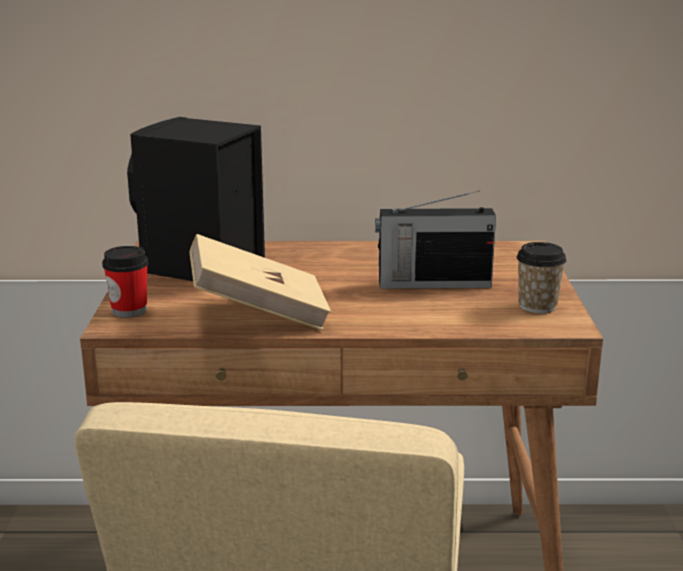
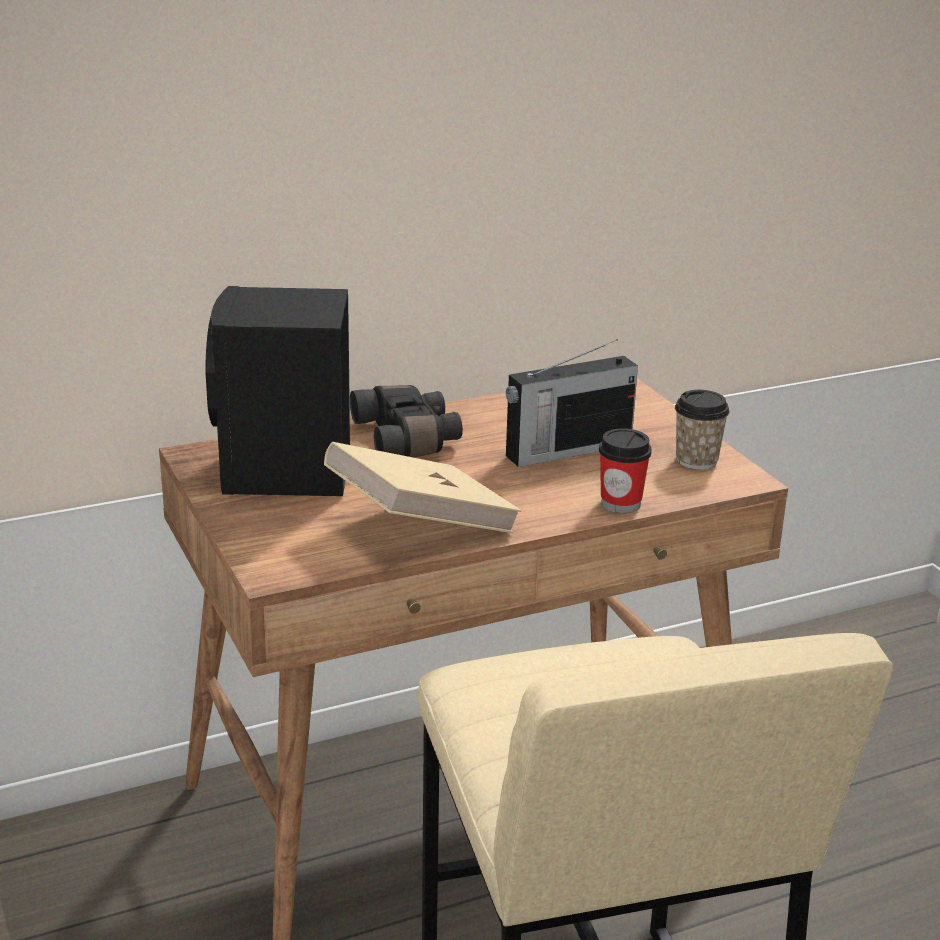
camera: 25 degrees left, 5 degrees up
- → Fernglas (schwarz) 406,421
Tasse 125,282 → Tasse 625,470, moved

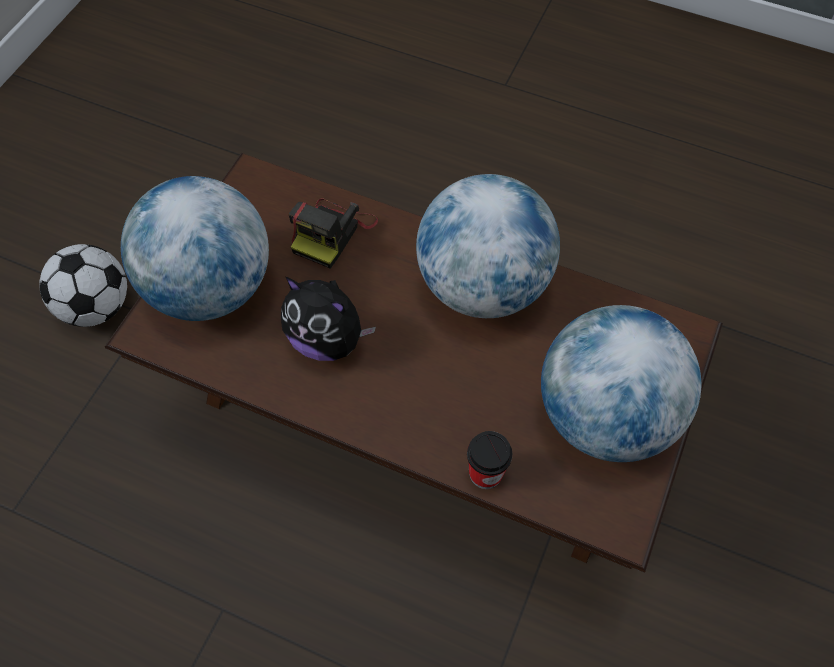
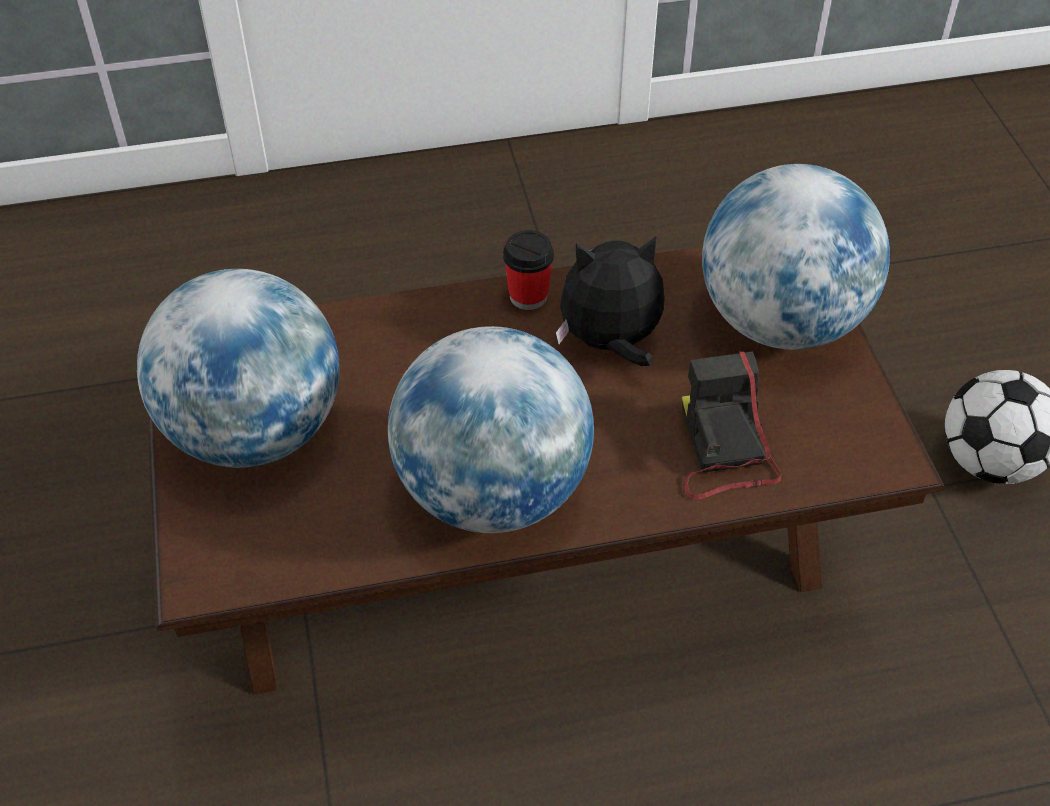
camera: 145 degrees right, 10 degrees down
Tasse 490,460 → Tasse 528,270, moved

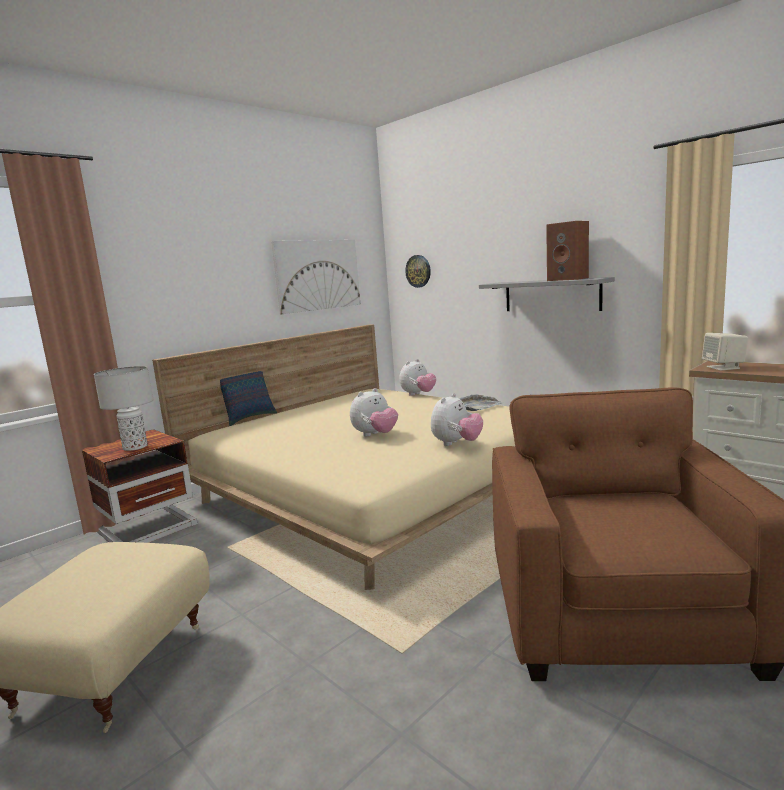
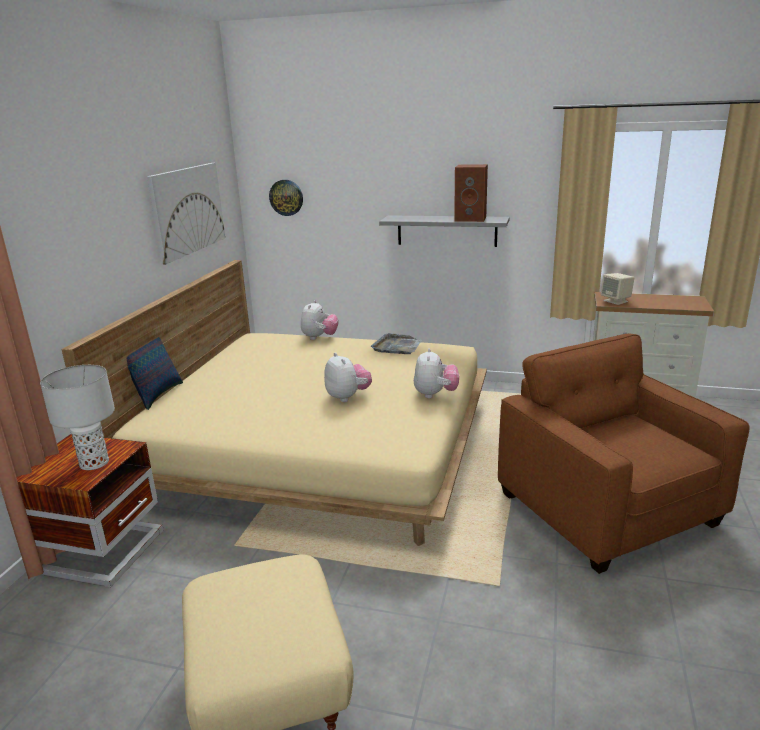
camera: 30 degrees left, 10 degrees up
Plüschtier 374,412 → Plüschtier 348,377, 45 degrees counterclockwise

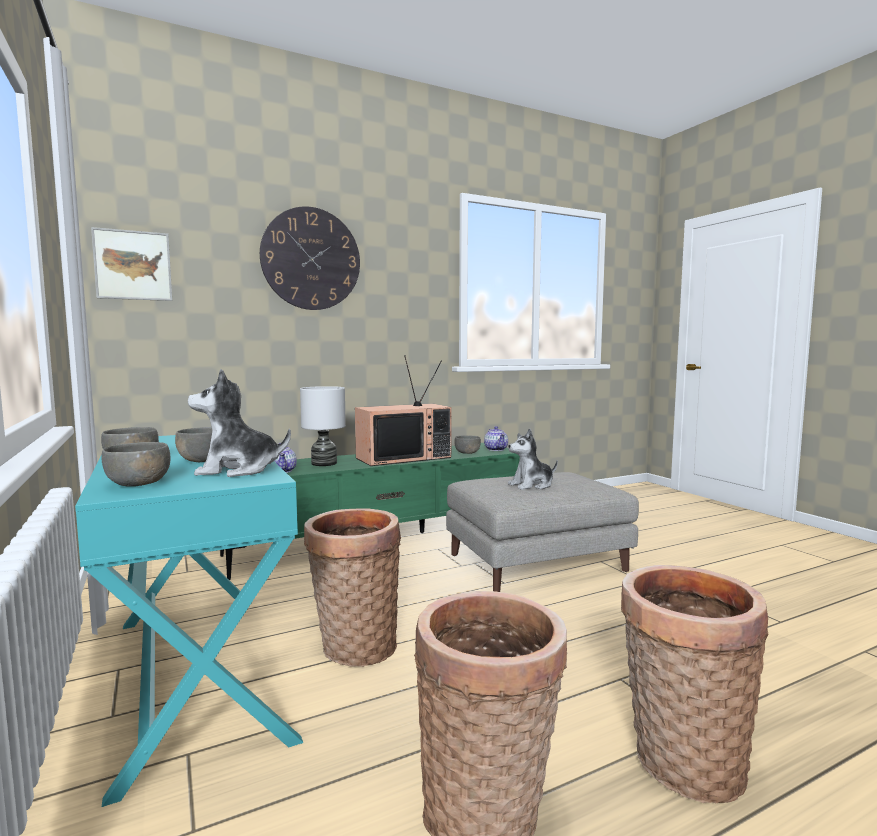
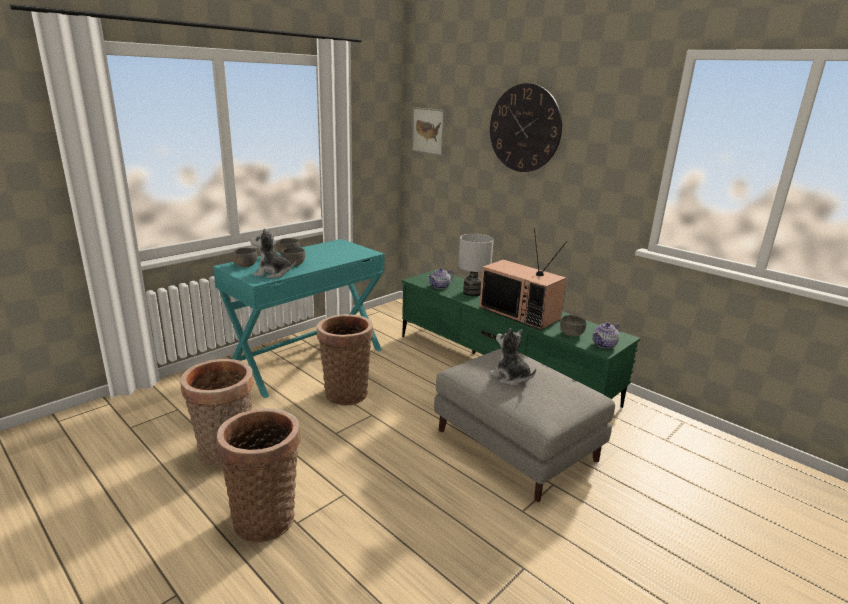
camera: 70 degrees right, 15 degrees up
Plüschtier 239,423 → Plüschtier 273,253, 60 degrees counterclockwise

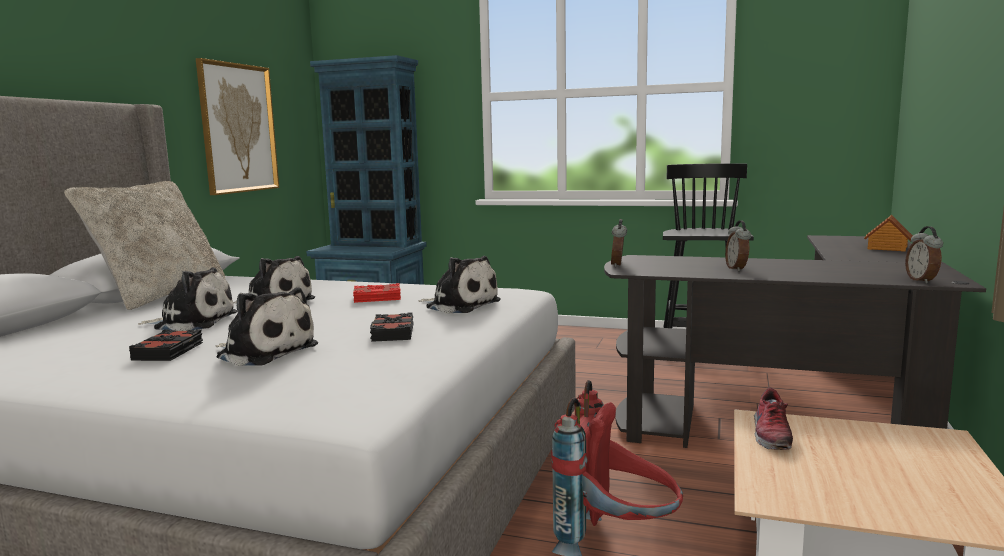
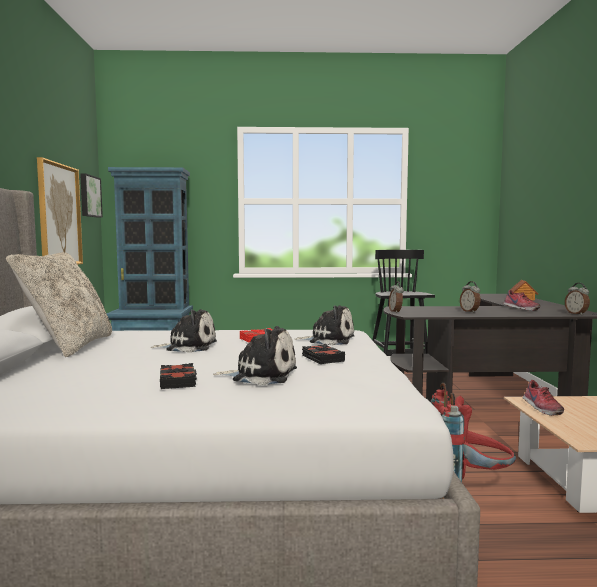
camera: 20 degrees left, 5 degrees down
Plüschtier 187,299 → -
- → Bild 91,195
- → Schuh 521,300

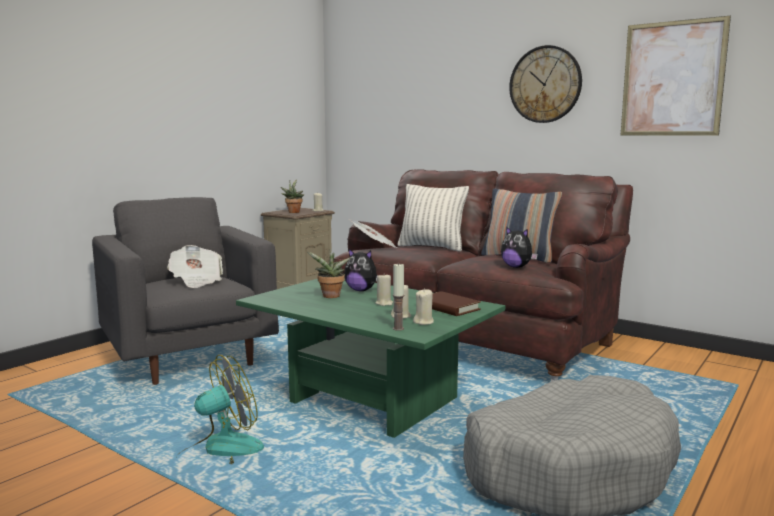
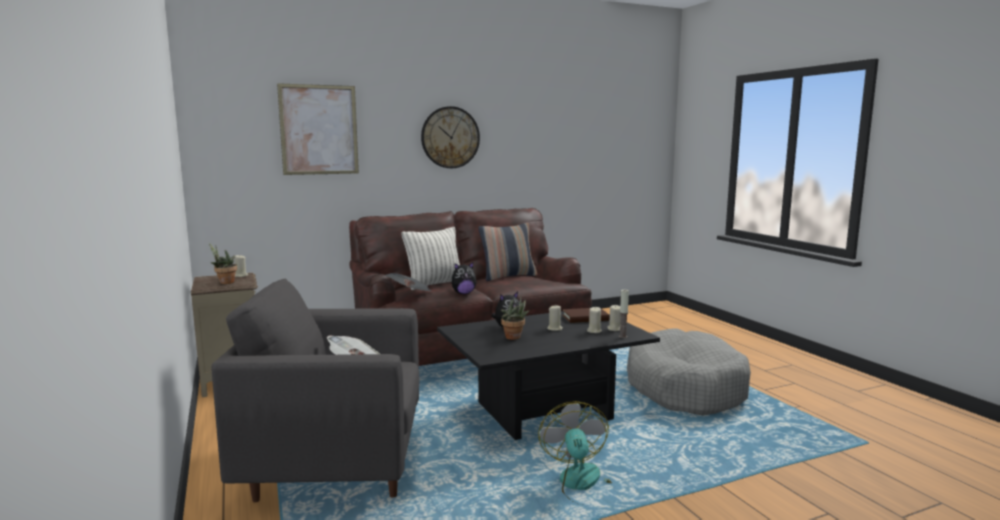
camera: 60 degrees left, 0 degrees up
Plüschtier 519,247 → Plüschtier 464,278, moved
Bild 676,76 → Bild 318,129, moved
Couchtisch (grün) 370,358 → Couchtisch (schwarz) 548,375

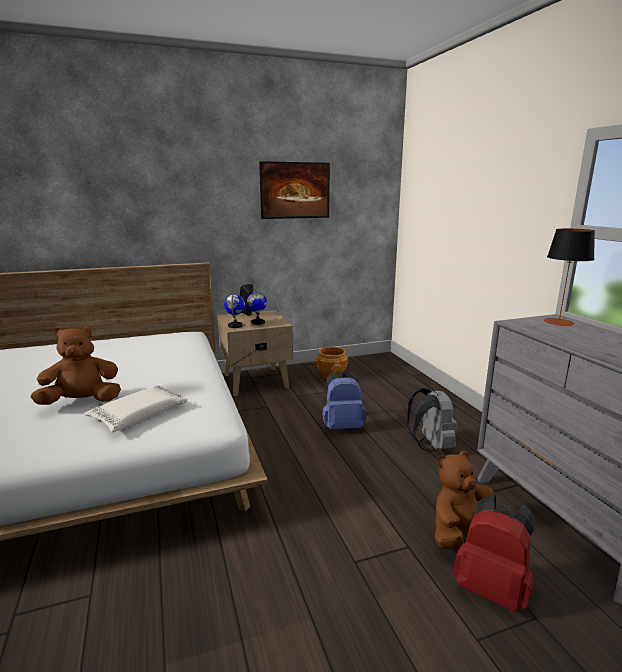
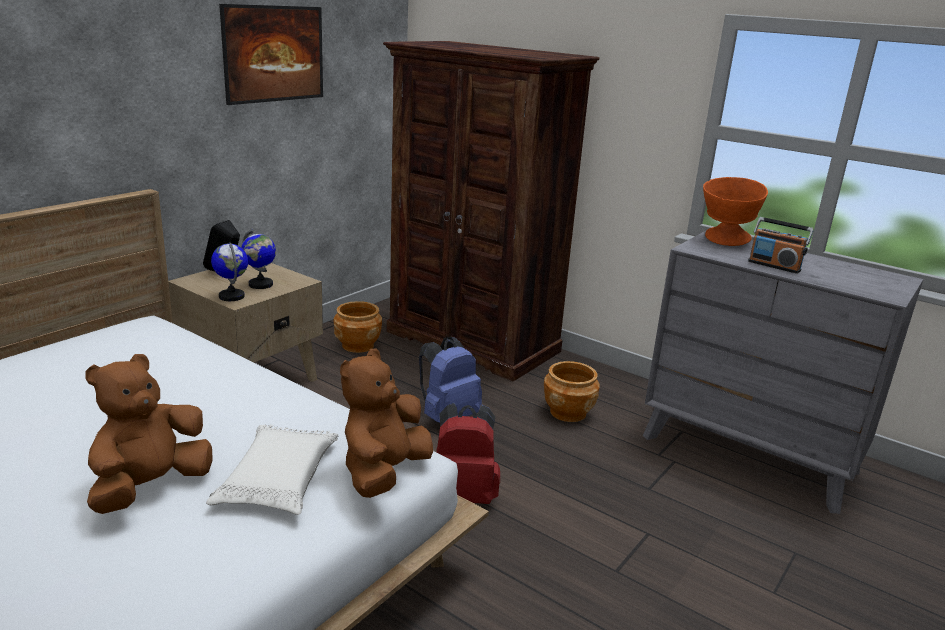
camera: 35 degrees left, 5 degrees up
- → Kleiderschrank (braun) 491,211
- → Radio 781,245
Plüschtier (braun) 464,500 → Plüschtier (braun) 386,423, moved
Rucksack (rot) 494,553 → Rucksack (rot) 468,453, moved
Rucksack (grau) 432,419 → Pflanzkübel (braun) 572,391
Tischlampe 569,277 → Schüssel (orange) 735,211

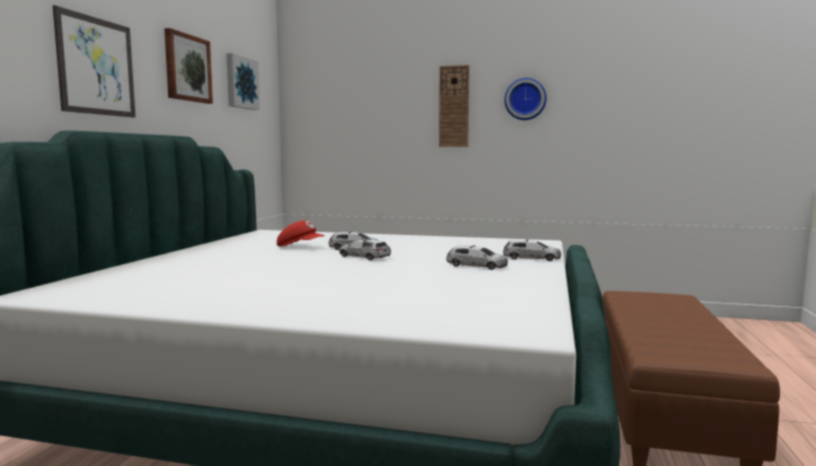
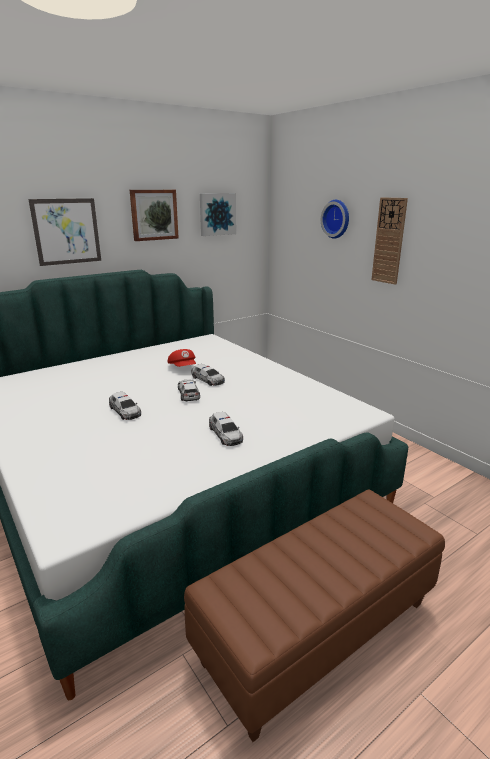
camera: 40 degrees right, 15 degrees up
Spielzeugauto 532,250 → Spielzeugauto 125,406, moved
Wanduhr 525,99 → Wanduhr 335,219, moved

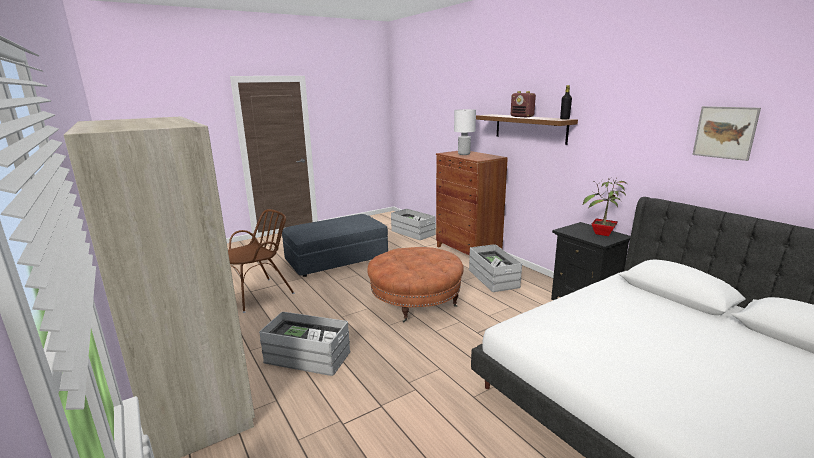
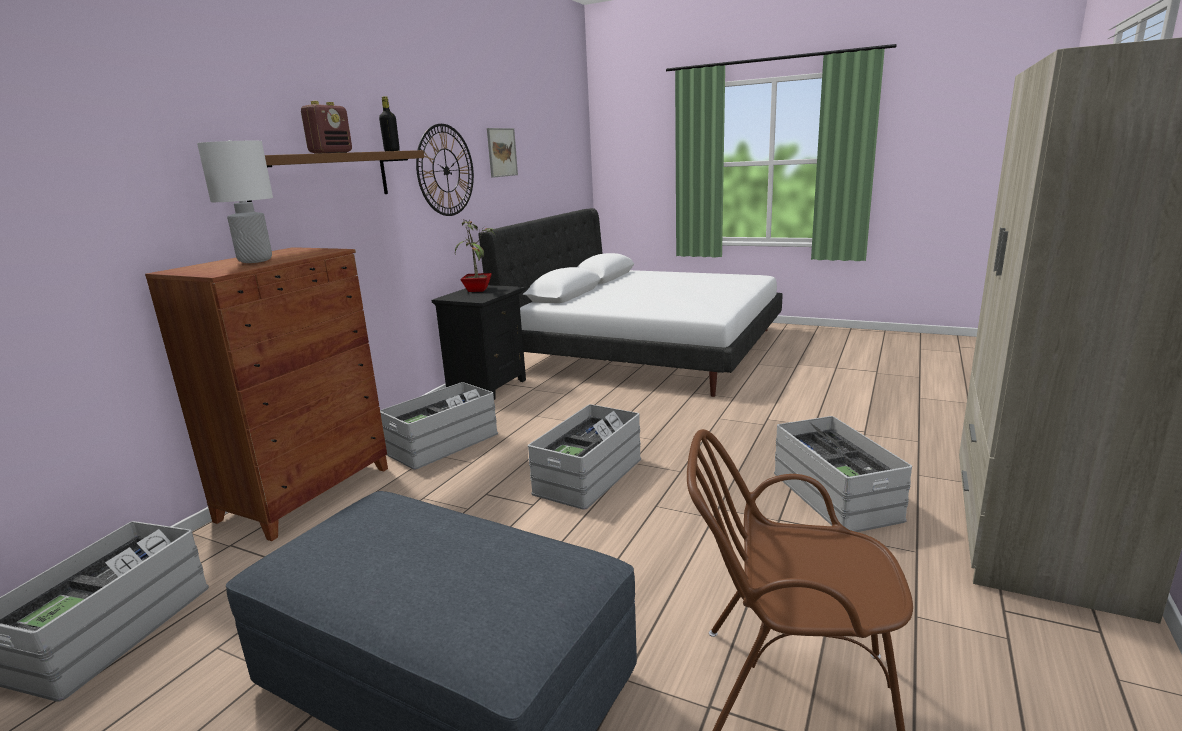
camera: 120 degrees left, 0 degrees up
- → Wanduhr 445,170
Polsterhocker (braun) 415,284 → Aufbewahrungsbox (grau) 584,457

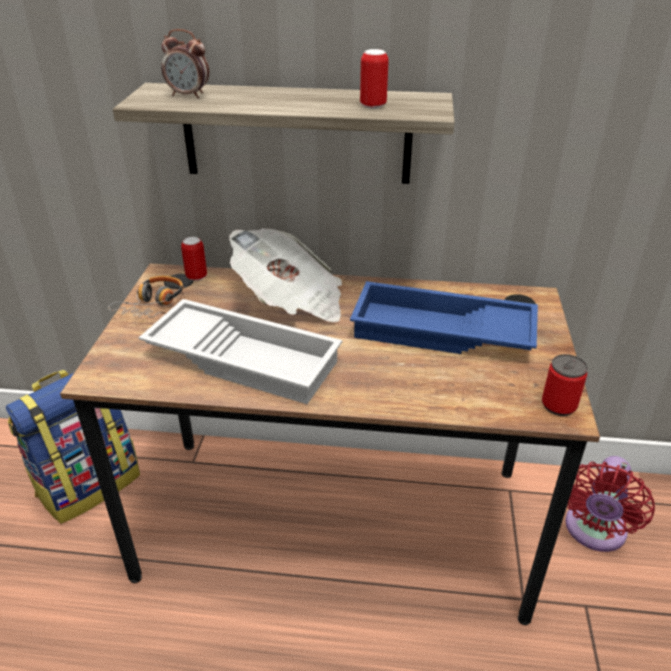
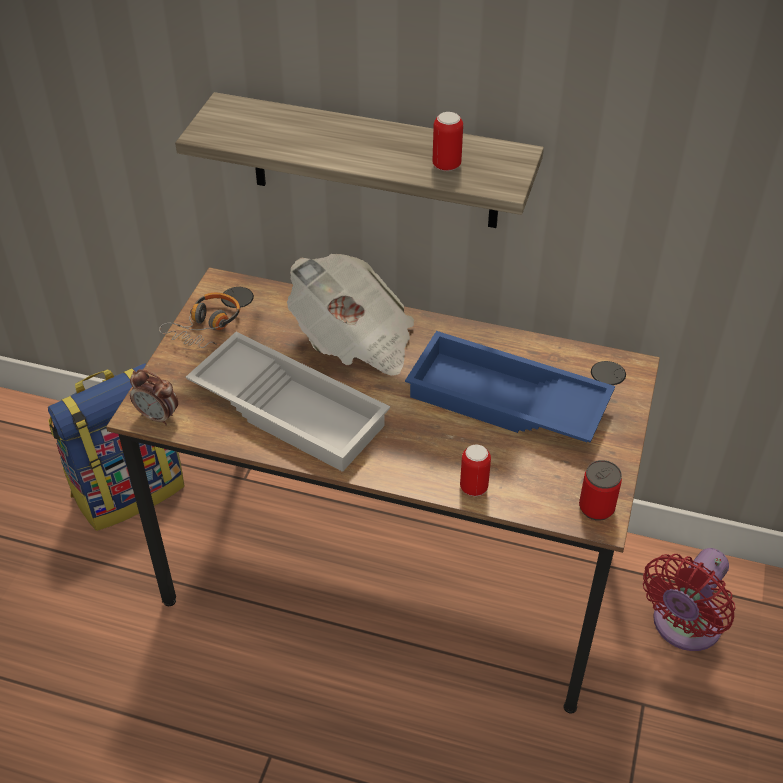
camera: 10 degrees right, 10 degrees up
Wecker 185,63 → Wecker 154,397, moved
Dose 194,259 → Dose 475,470, moved

